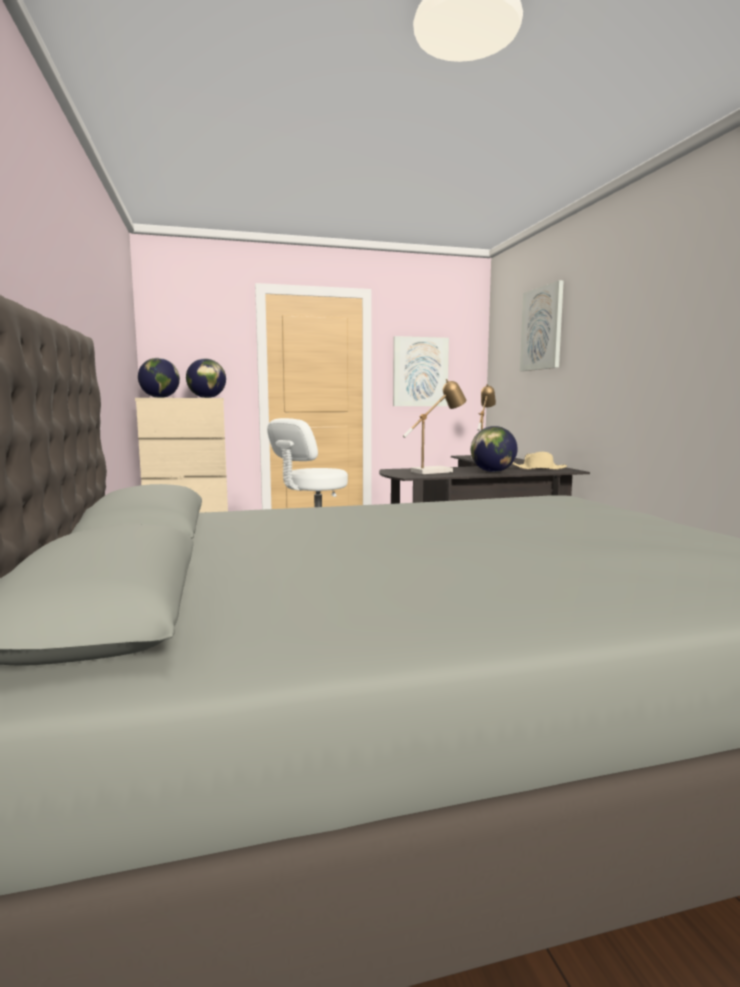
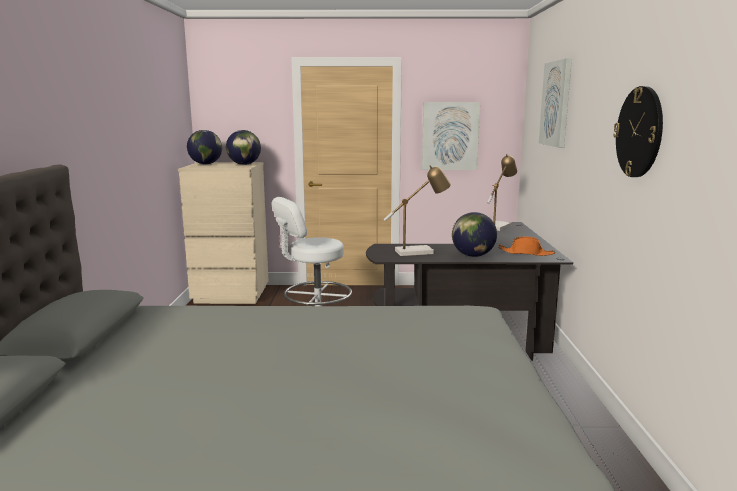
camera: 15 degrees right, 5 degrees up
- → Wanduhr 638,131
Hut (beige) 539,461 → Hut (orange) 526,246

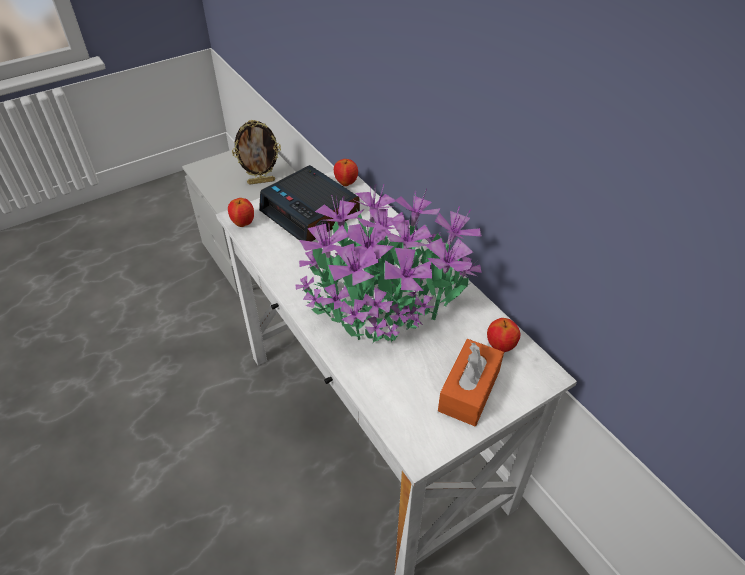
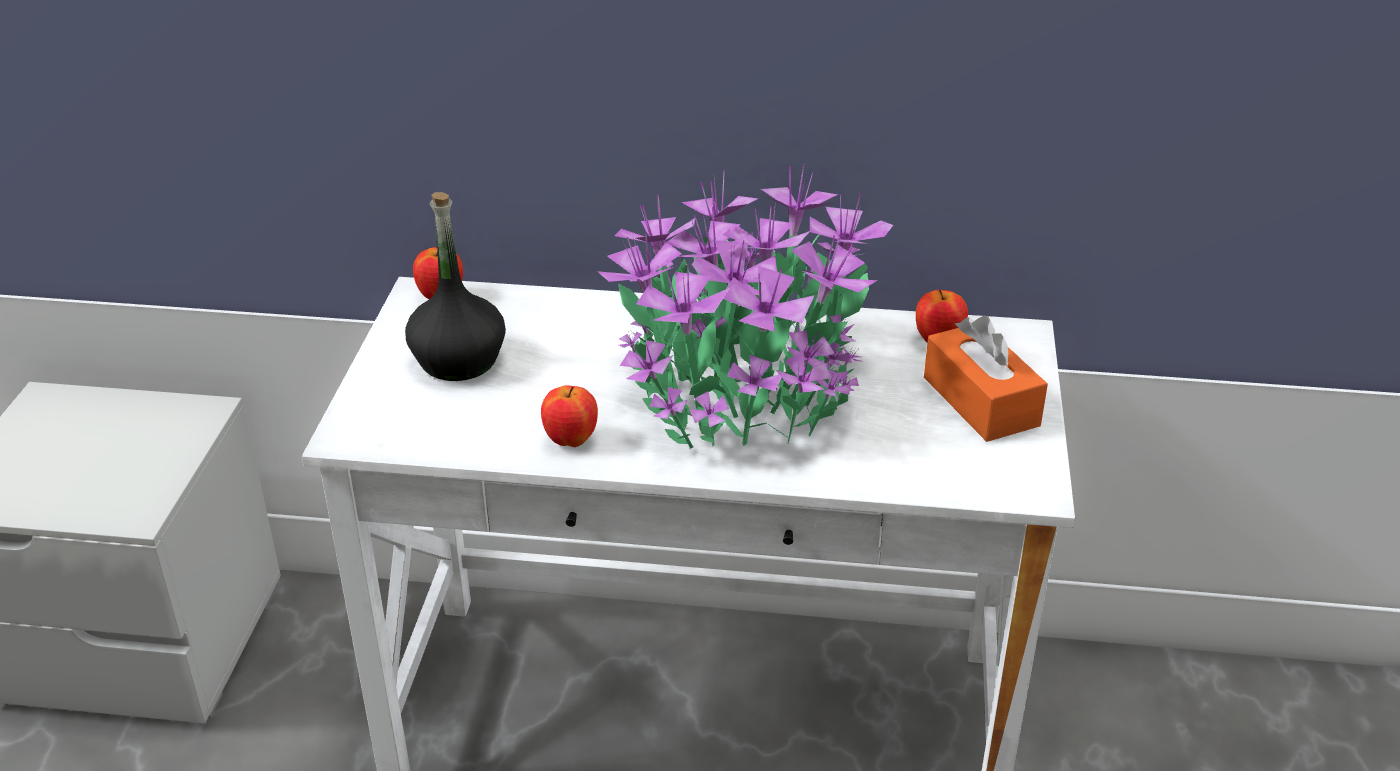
camera: 50 degrees left, 10 degrees down
Bilderrahmen 256,152 → -
Apfel 241,212 → Apfel 569,416, moved
Wecker 309,203 → Flasche (schwarz) 455,286

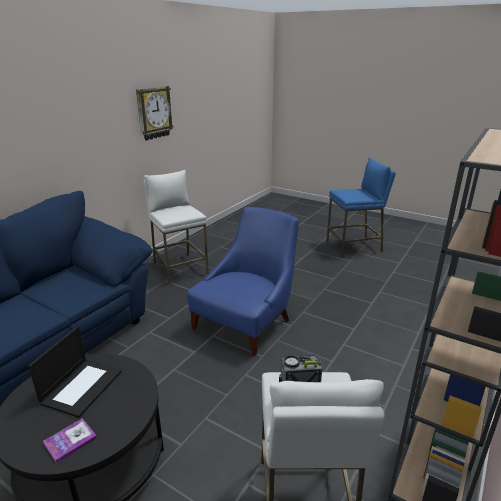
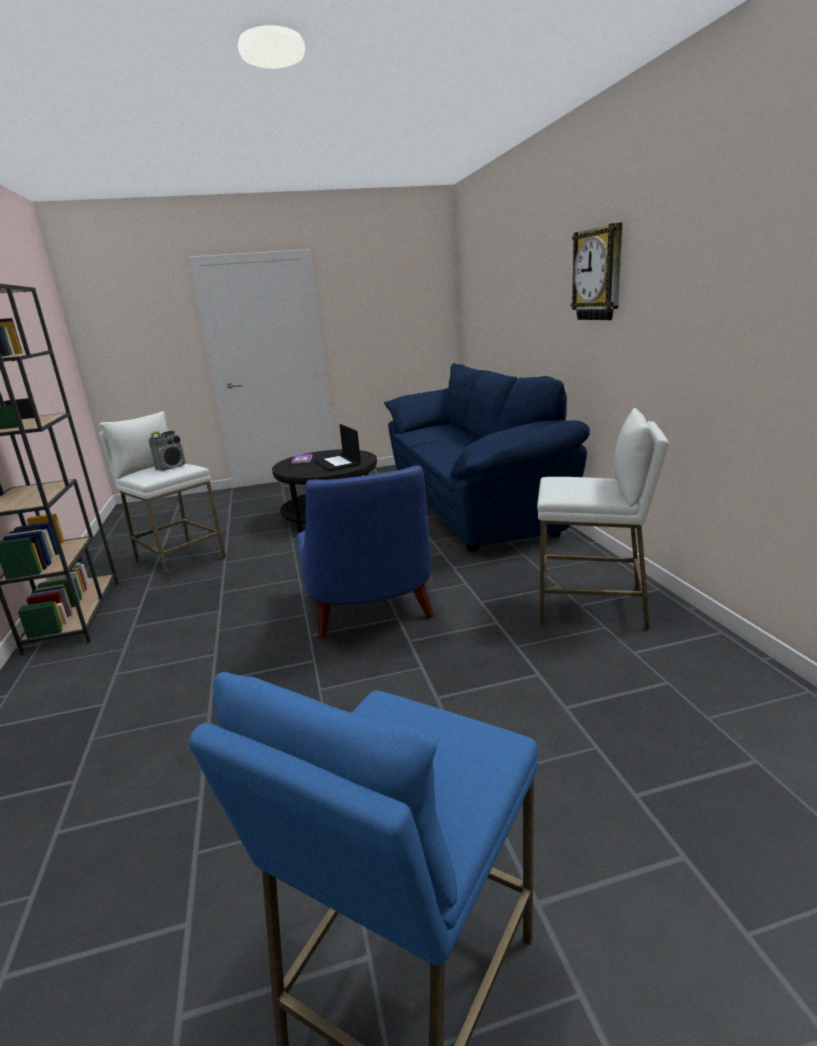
camera: 135 degrees right, 5 degrees down
Wanduhr 155,113 → Wanduhr 596,271, moved

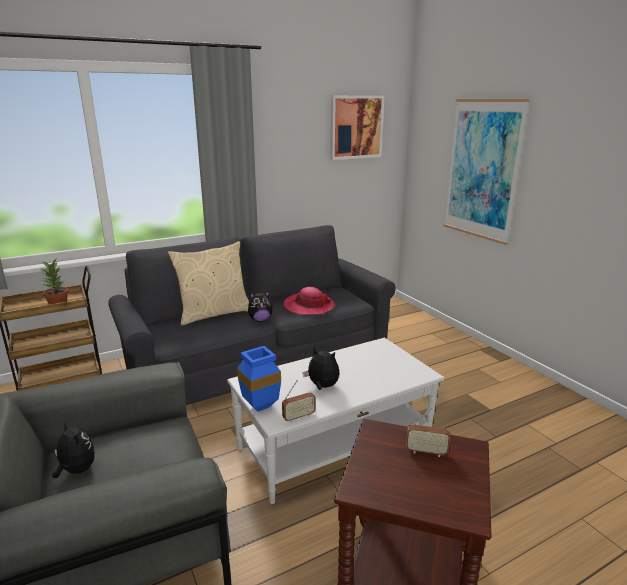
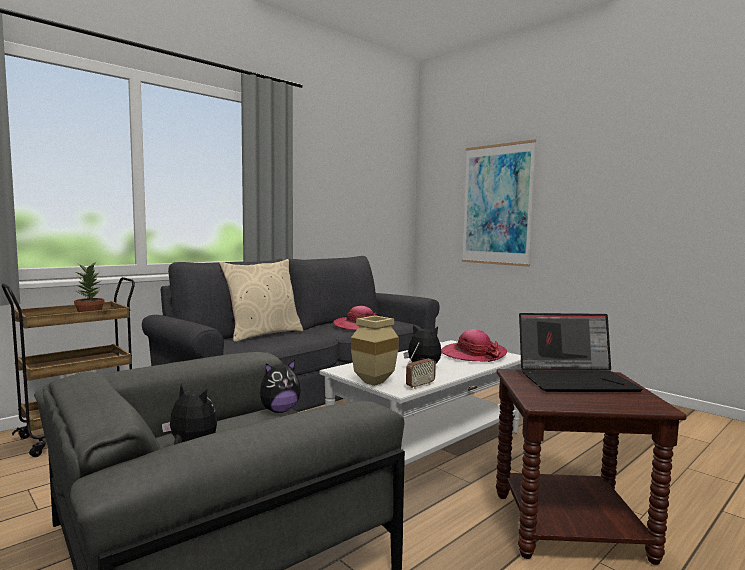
camera: 15 degrees left, 15 degrees down
Bild 357,127 → -
- → Hut 474,345
Plüschtier 260,306 → Plüschtier 280,386, moved
Radio 428,432 → Laptop 581,352
Vase (blau) 259,379 → Vase (beige) 375,350

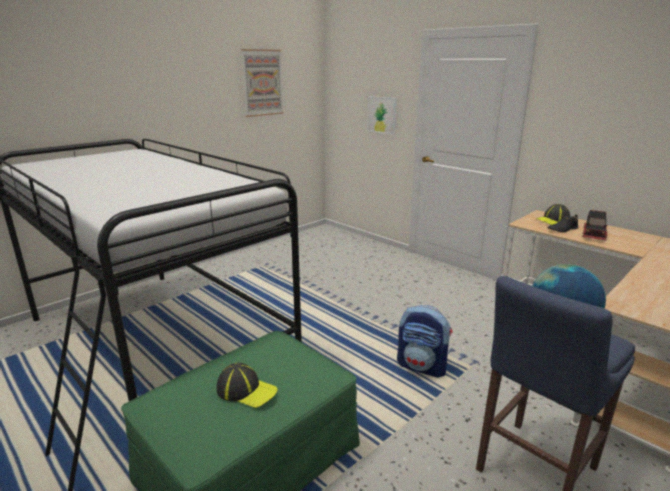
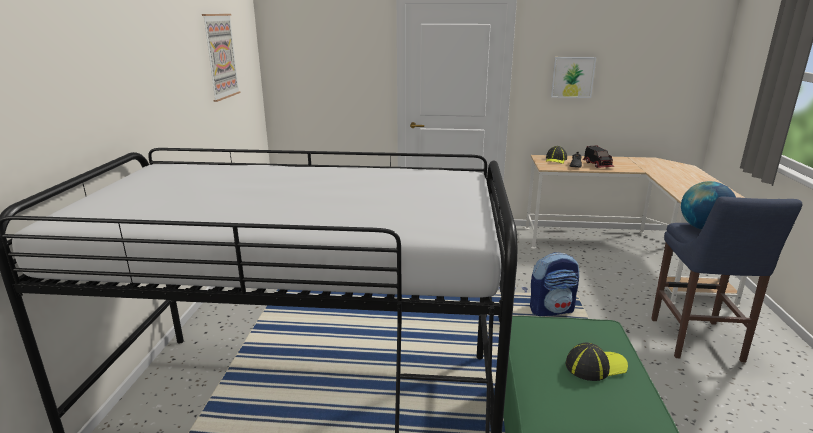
camera: 40 degrees left, 0 degrees up
Bild 382,115 → Bild 573,77, moved

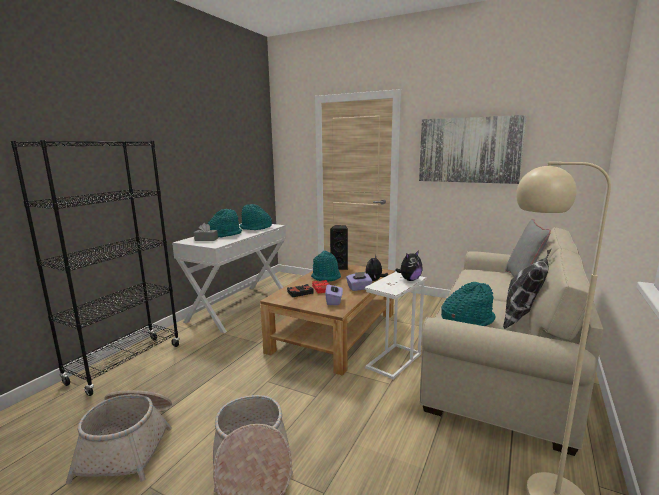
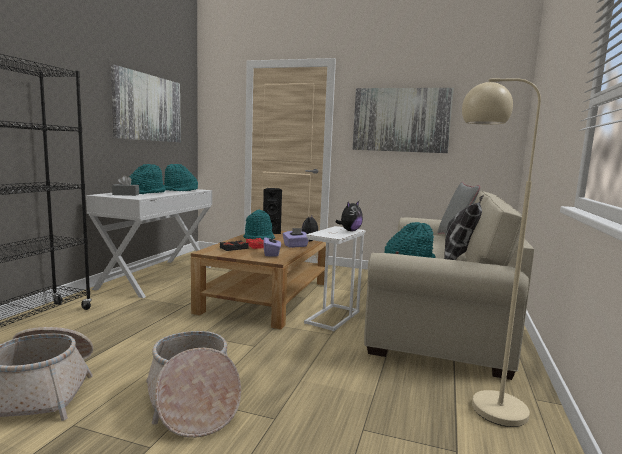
camera: 10 degrees left, 5 degrees down
- → Bild 146,103

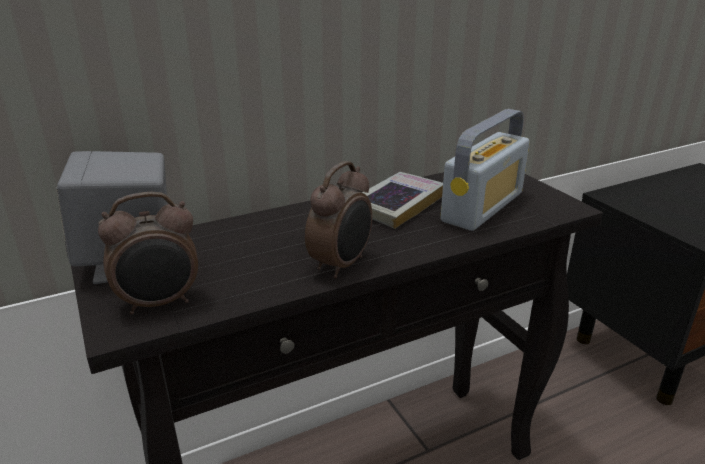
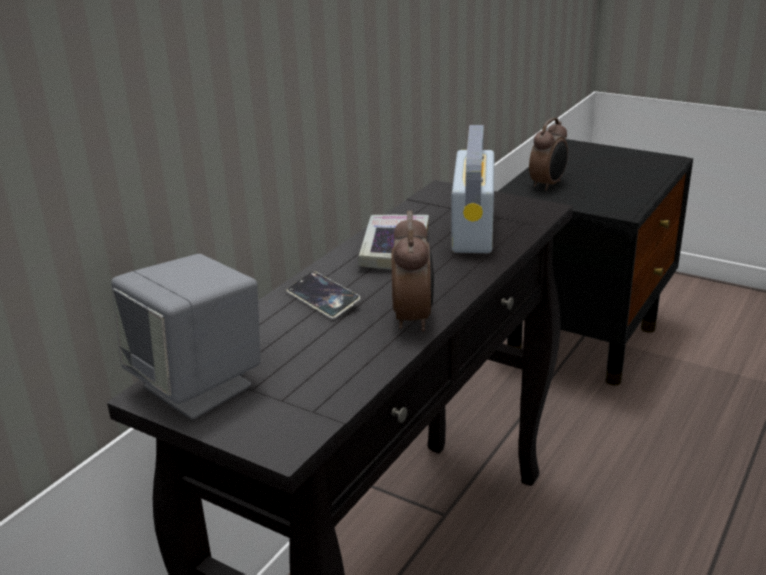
camera: 30 degrees left, 0 degrees up
- → Handy 324,295
Wecker 148,253 → Wecker 548,154, moved

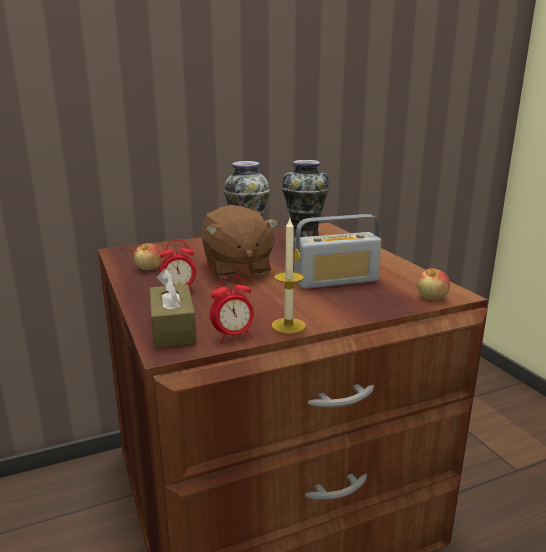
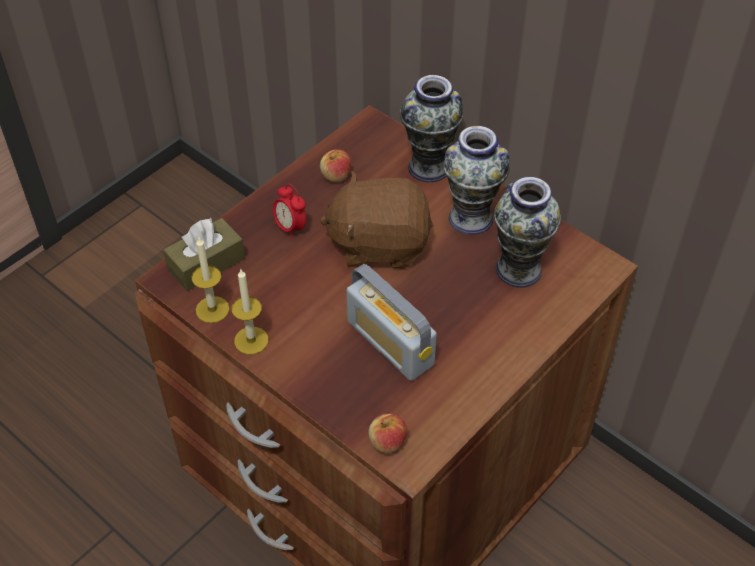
camera: 65 degrees right, 30 degrees up
- → Vase 431,128
Wecker 232,308 → Kerze 210,280
Plüschtier (braun) 239,242 → Plüschtier (braun) 376,220, 45 degrees clockwise

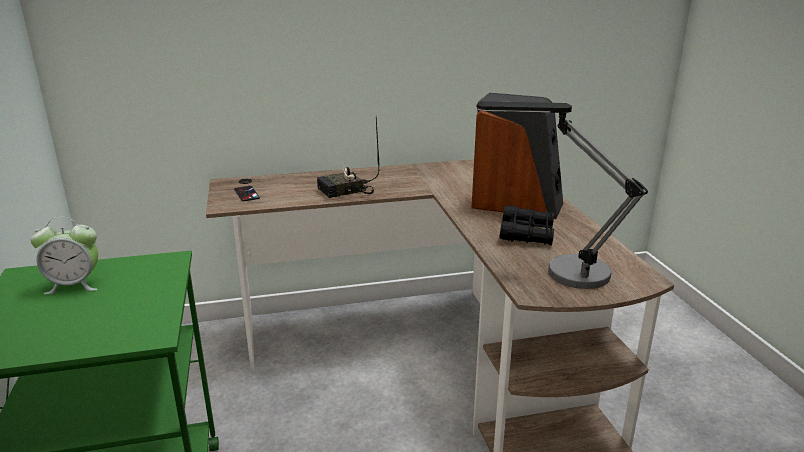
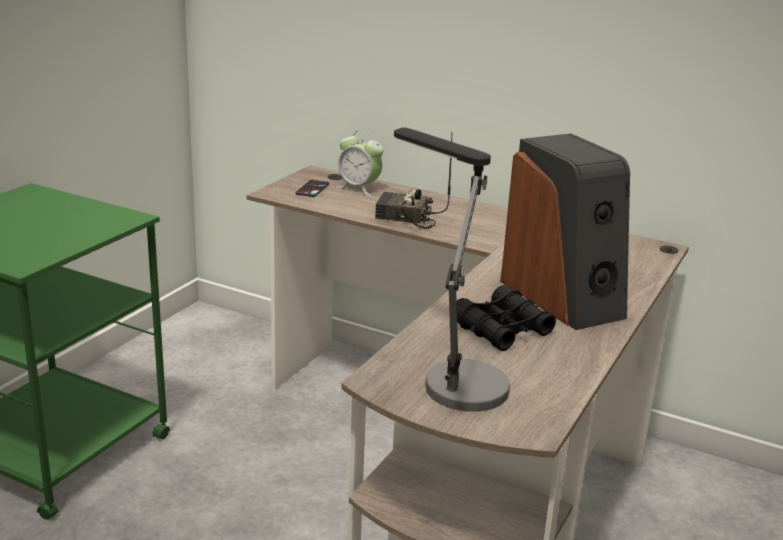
camera: 40 degrees right, 0 degrees up
Wecker 64,255 → Wecker 360,163, moved

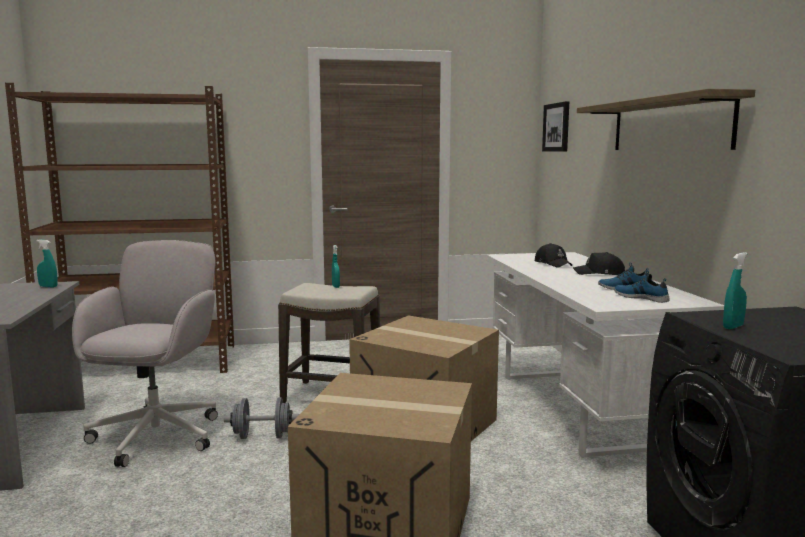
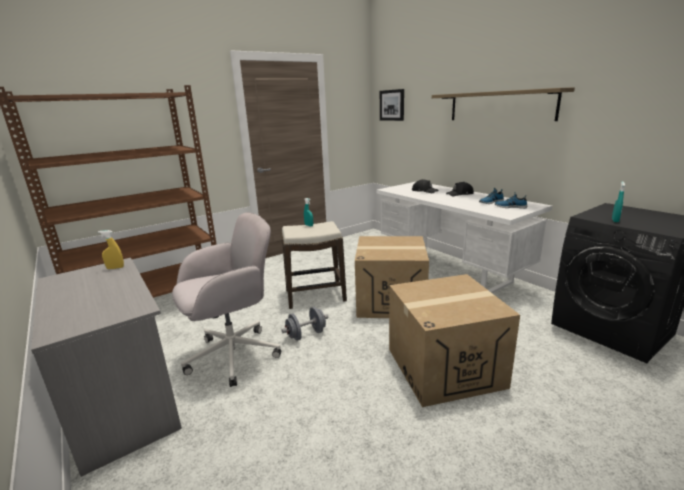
camera: 25 degrees left, 10 degrees up
Sprühflasche (türkis) 47,263 → Sprühflasche (gelb) 111,249
Bürostuhl (grau) 145,353 → Bürostuhl (grau) 226,299, 75 degrees clockwise

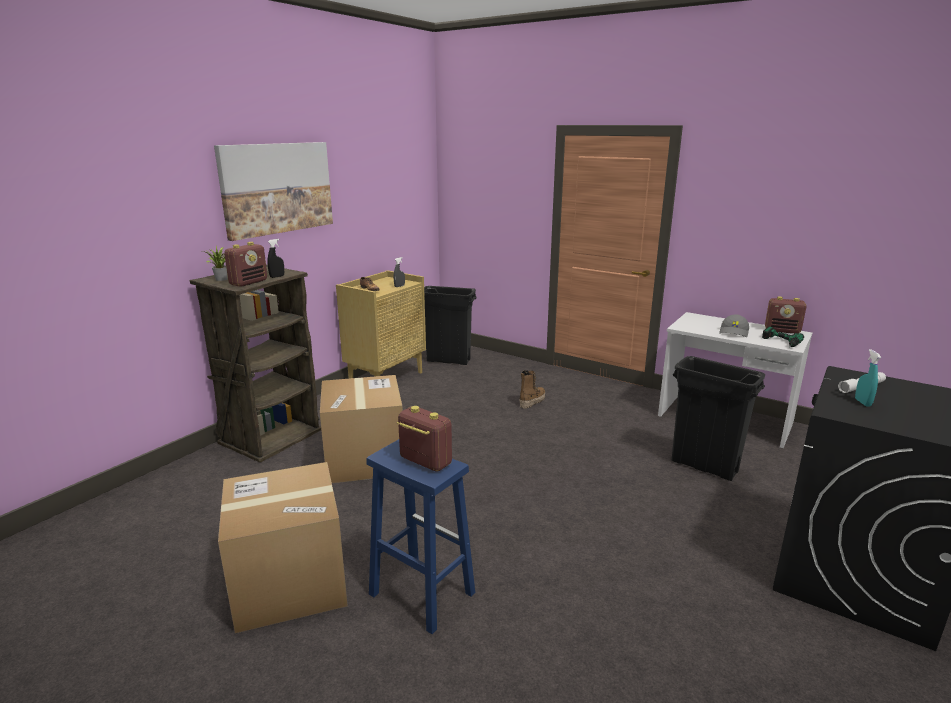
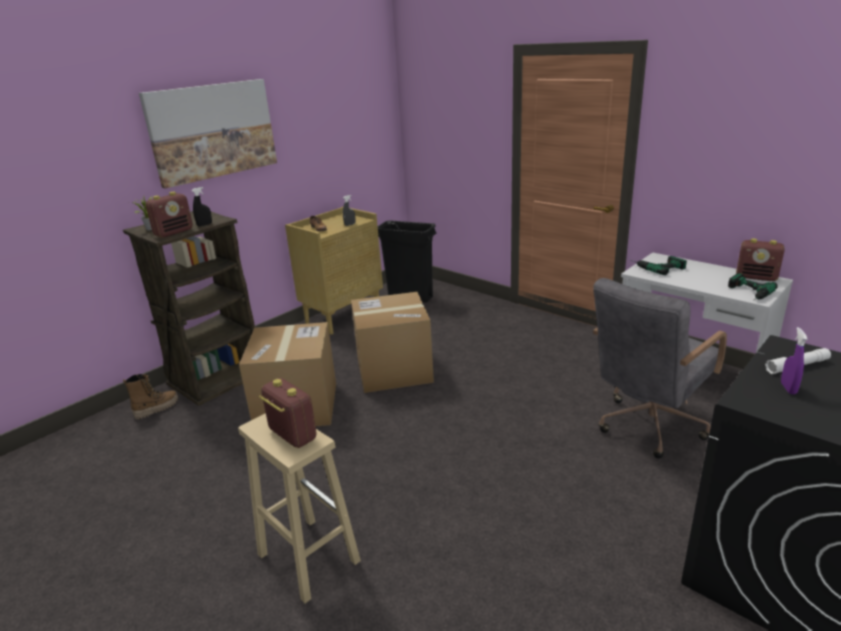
camera: 10 degrees right, 5 degrees up
Kappe (grau) 734,325 → -
- → Bohrmaschine 659,265
Karton 283,547 → Karton 392,342, moved
Stiefel 532,389 → Stiefel 150,396, moved
Mülleimer (schwarz) 718,418 → Bürostuhl (grau) 660,368
Hocker (blau) 420,536 → Hocker (beige) 299,508
Sprühflasche (türkis) 868,378 → Sprühflasche (lila) 794,360

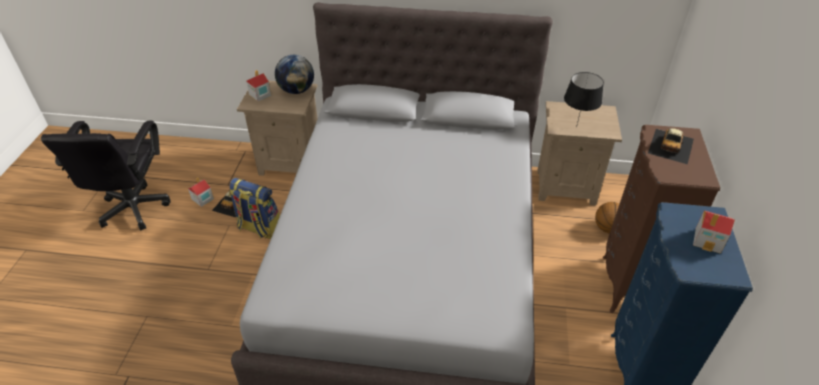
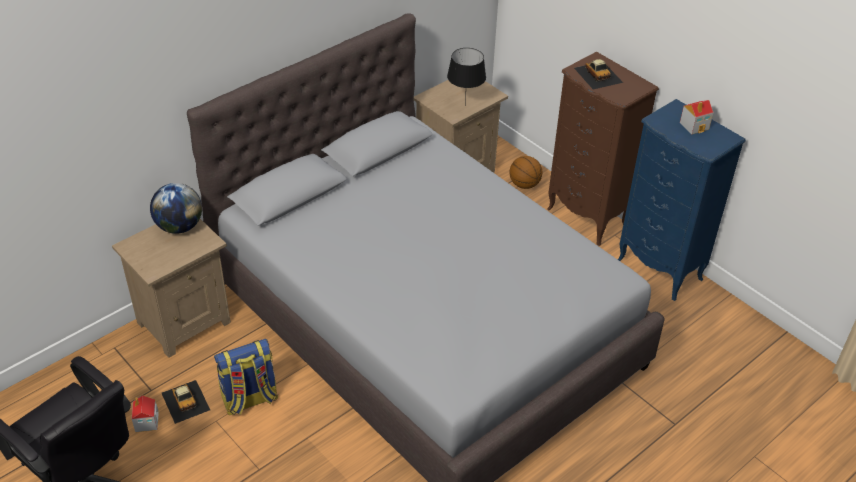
camera: 50 degrees left, 0 degrees up
Spielzeughaus 258,86 → -

